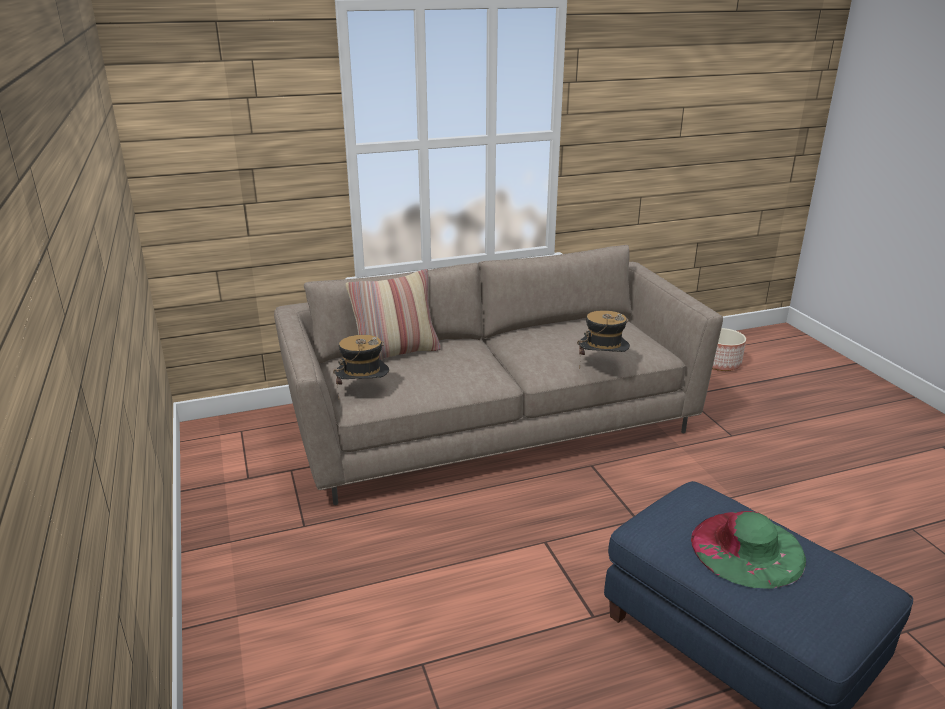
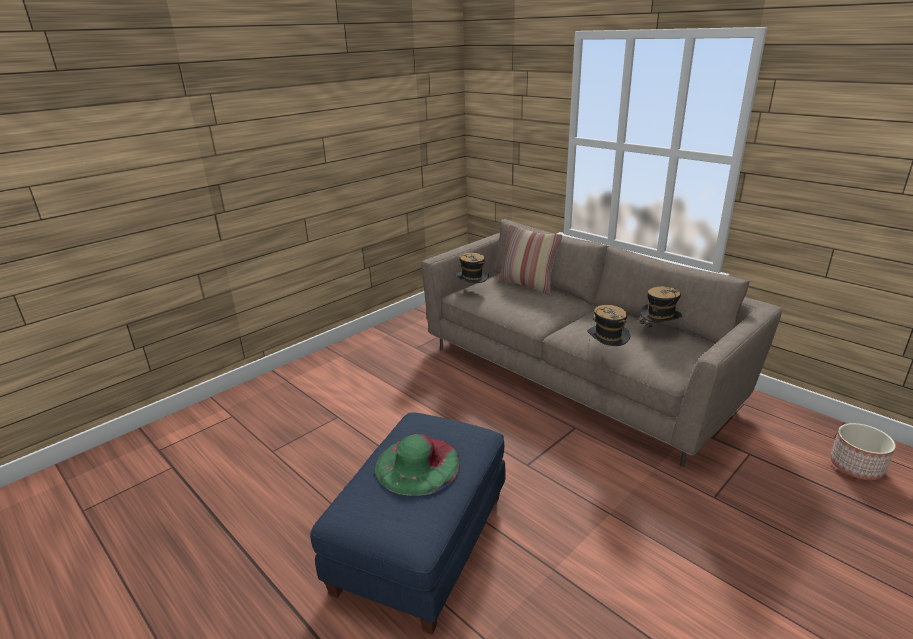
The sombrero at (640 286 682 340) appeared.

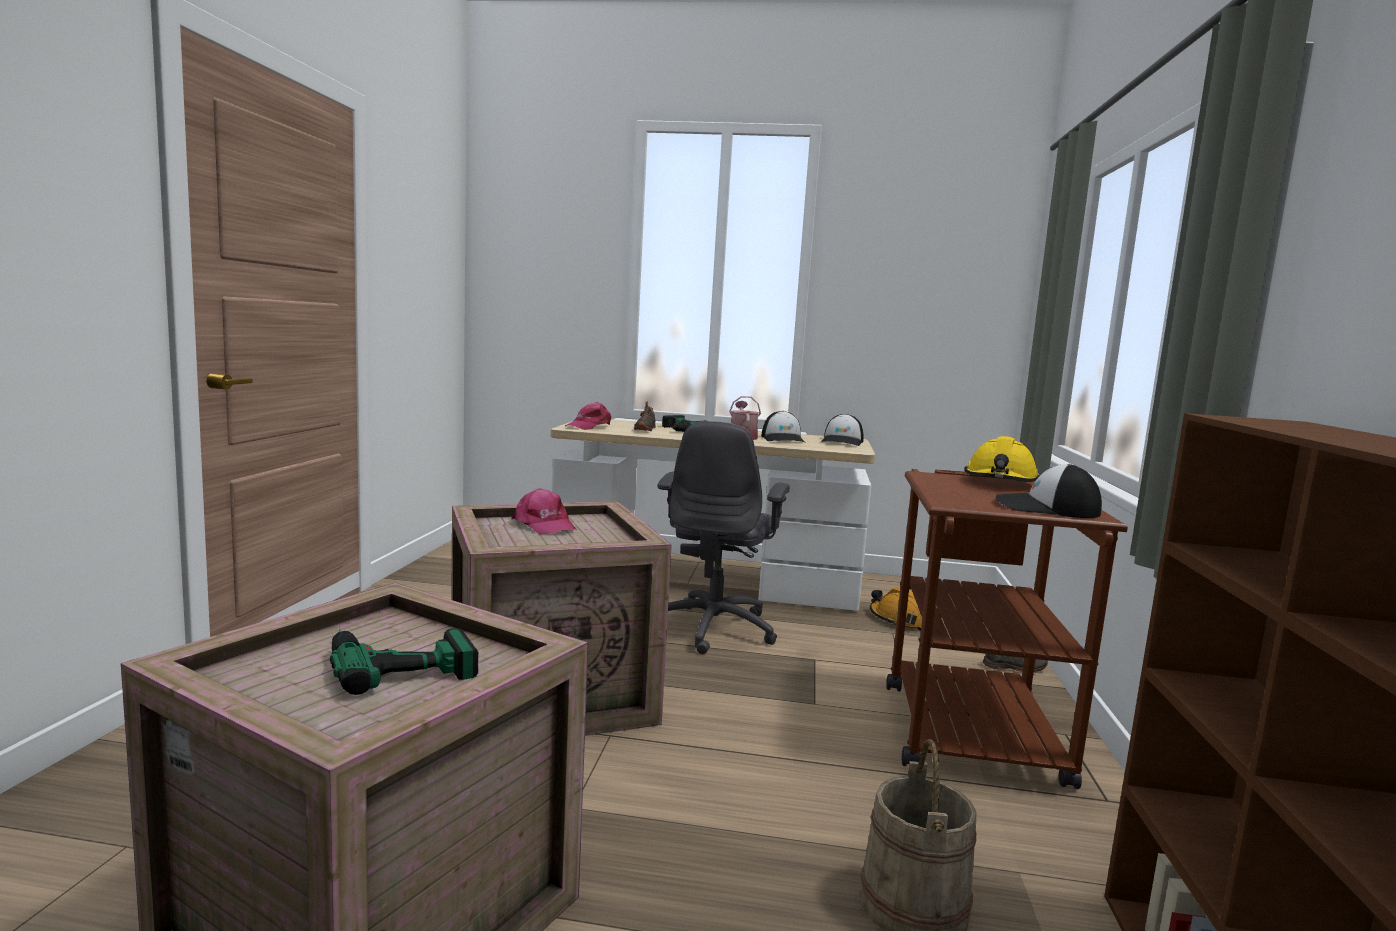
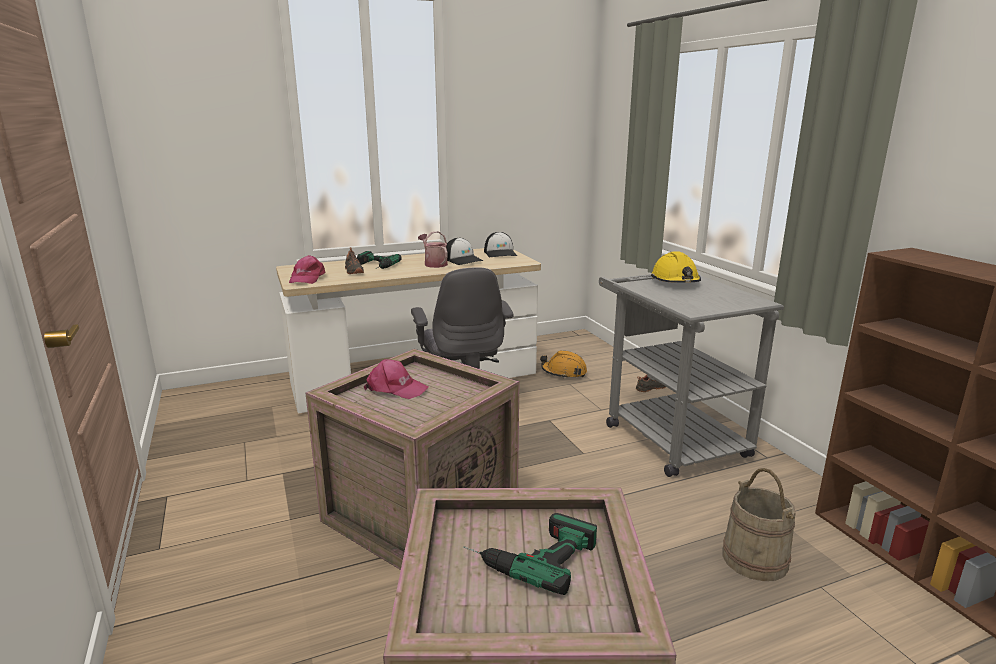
The gorra at (995 464 1102 518) disappeared.
The carrito/marrón at (886 469 1128 789) became the carrito/gris at (599 274 784 477).

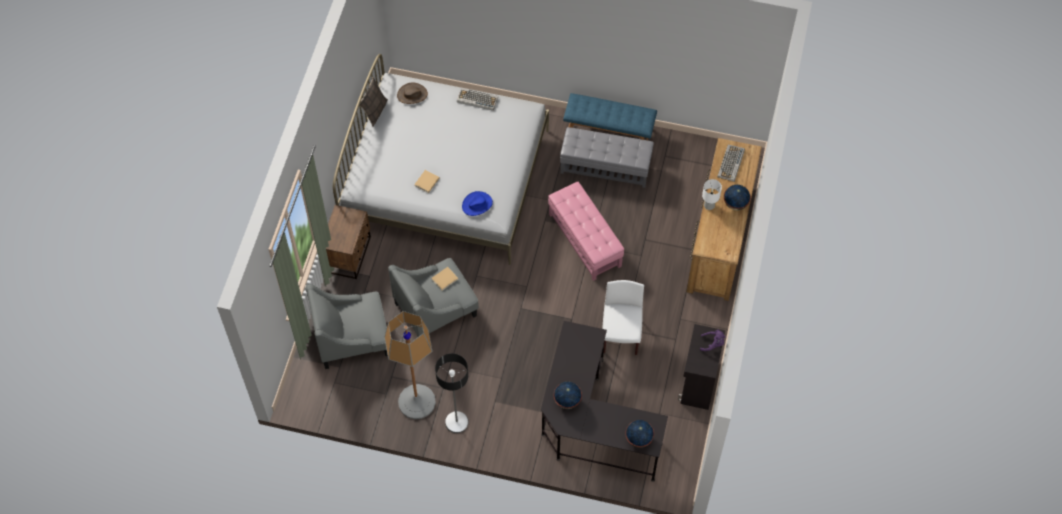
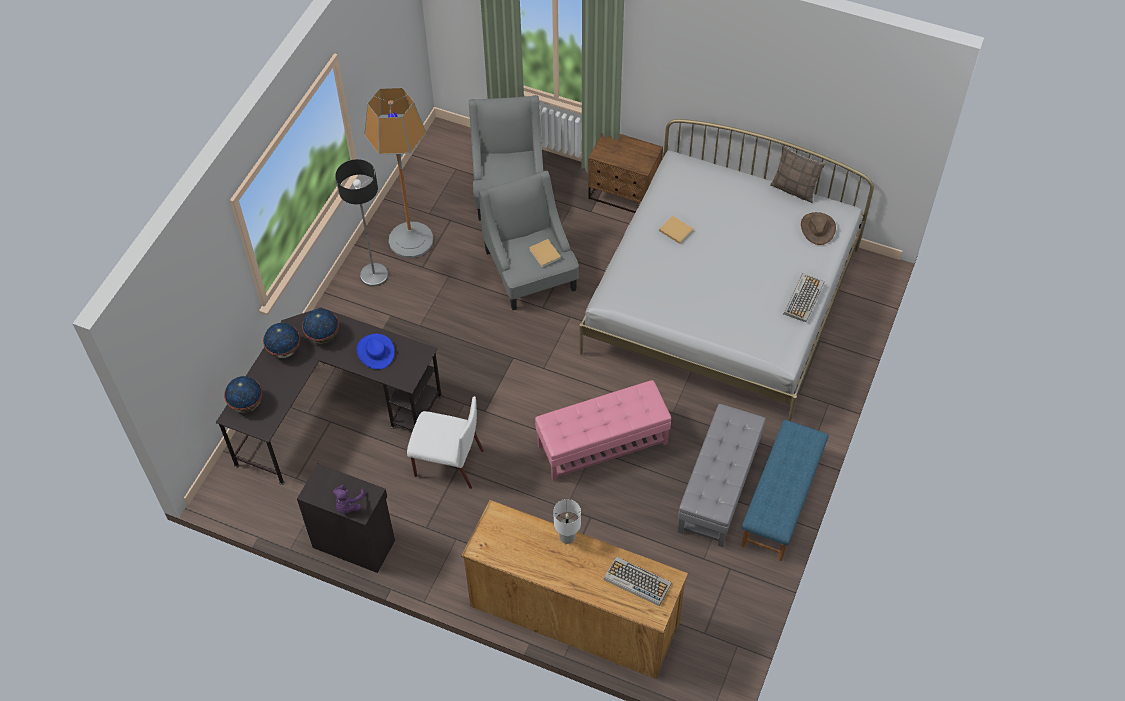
The sombrero/azul moved from (462 191 493 216) to (357 334 395 369).
The globo terráqueo moved from (724 185 751 210) to (263 323 300 358).

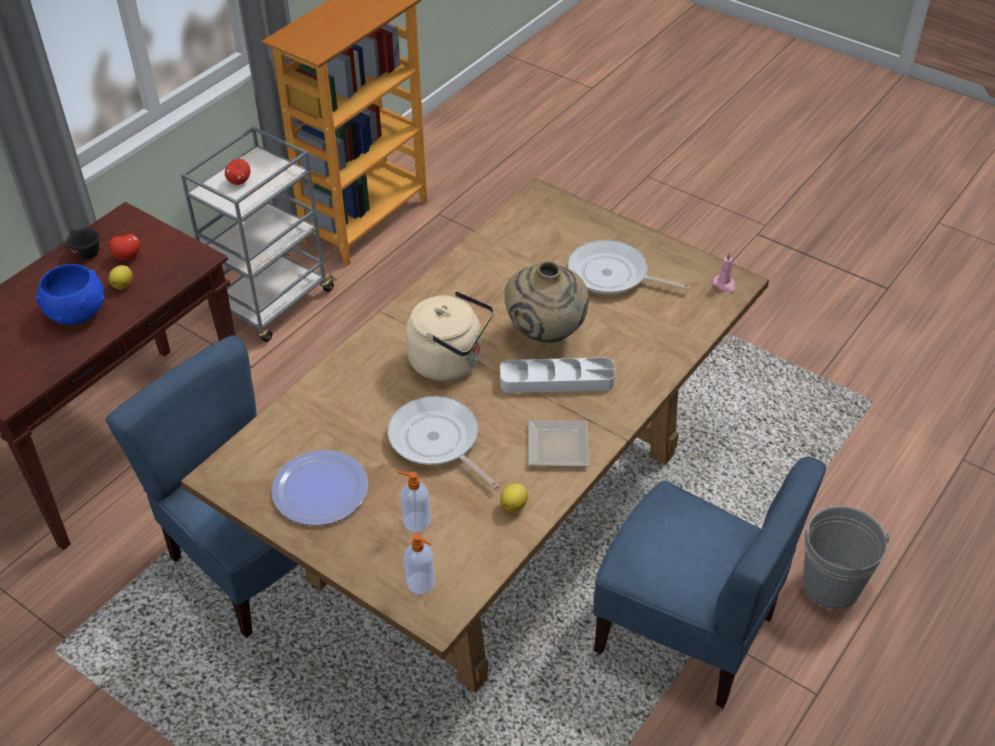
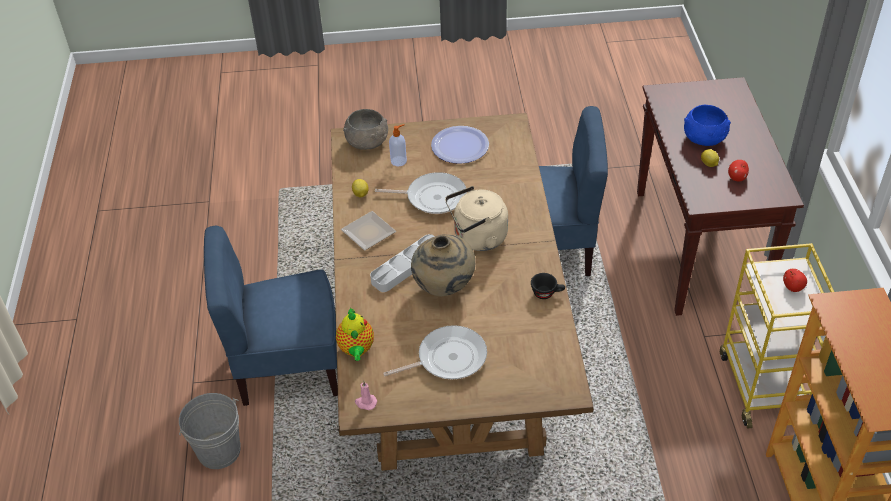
The tetera at (336 307 374 361) appeared.
The taza/negro moved from (67 228 100 259) to (531 273 565 299).
The dispensador de jabón at (404 533 435 594) was replaced by the cuenco/gris at (343 109 388 150).
The carrito/gris at (181 126 337 342) became the carrito/amarillo at (720 243 834 429).

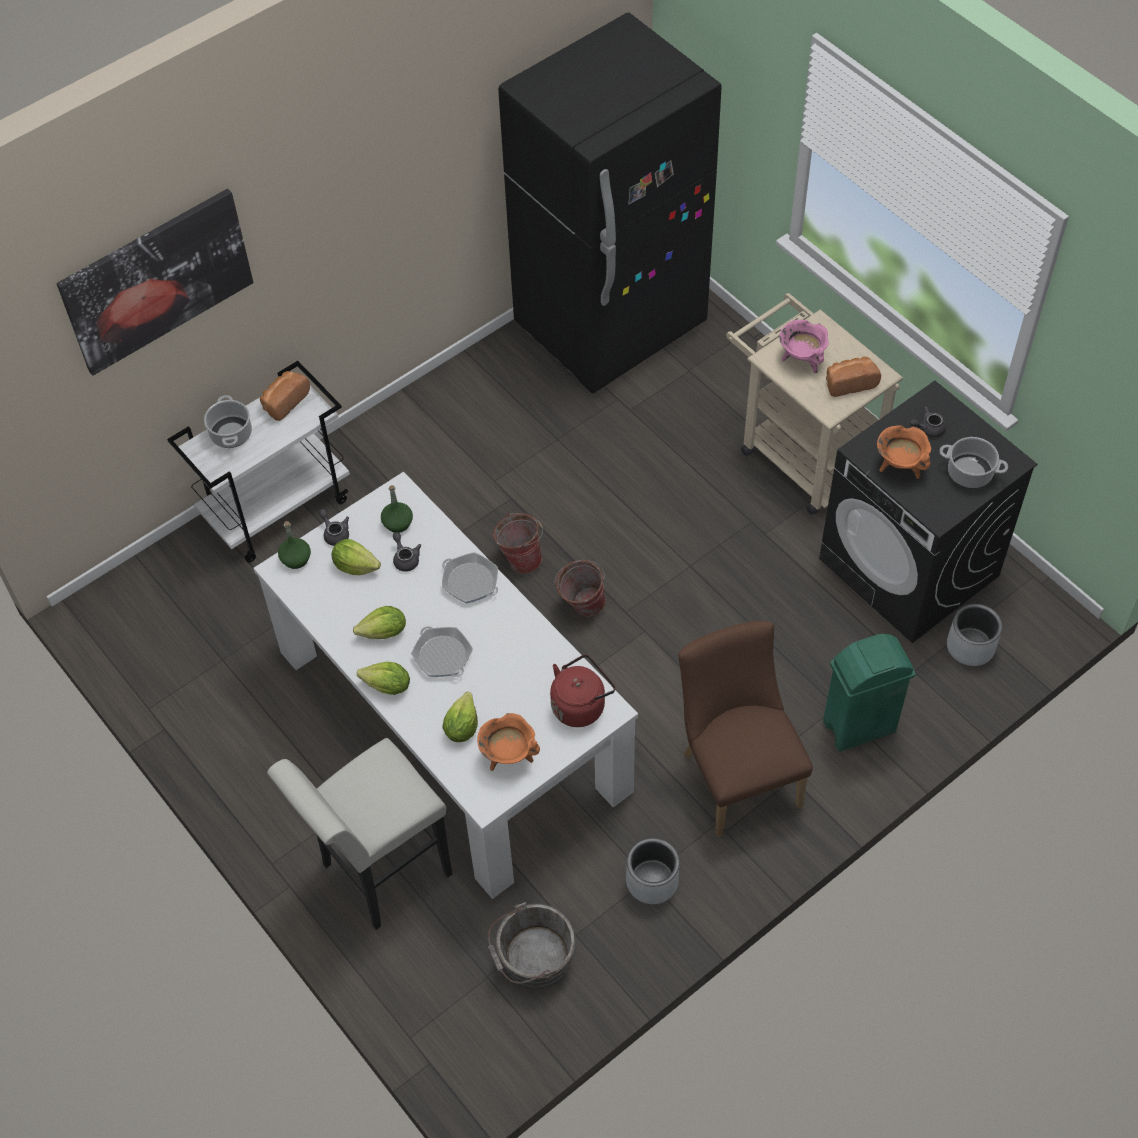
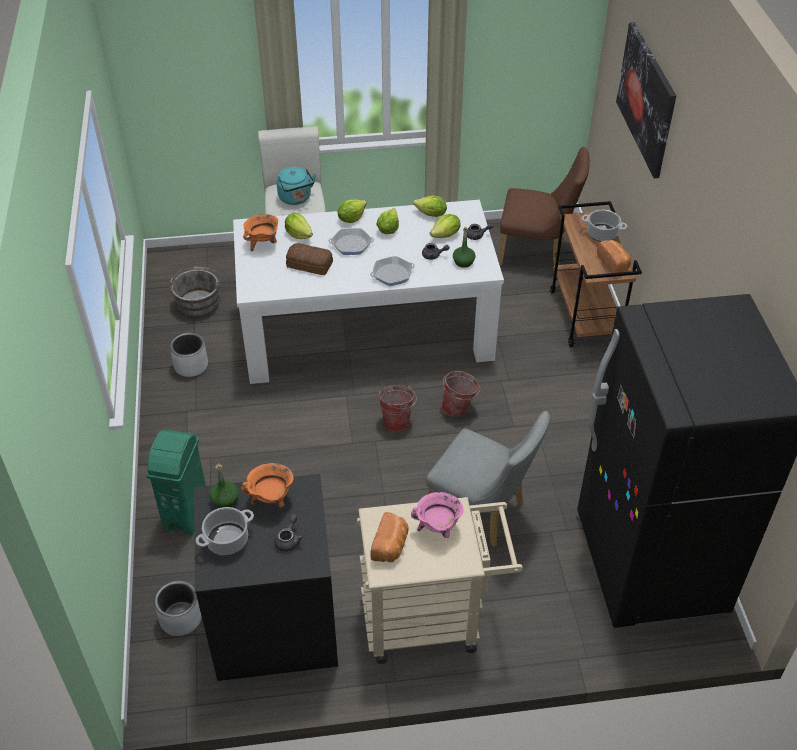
The hervidor/rojo at (550 654 615 727) disappeared.
The hervidor/turquesa at (277 167 316 205) appeared.
The pan at (286 243 333 275) appeared.
The lechuga at (413 195 447 217) appeared.
The silla/gris at (426 411 550 547) appeared.
The botella/verde moved from (278 521 311 569) to (209 464 239 508).
The silla/marrón moved from (679 621 813 837) to (499 147 590 266).
The carrito/blanco at (167 361 350 563) became the carrito/marrón at (550 201 642 347).

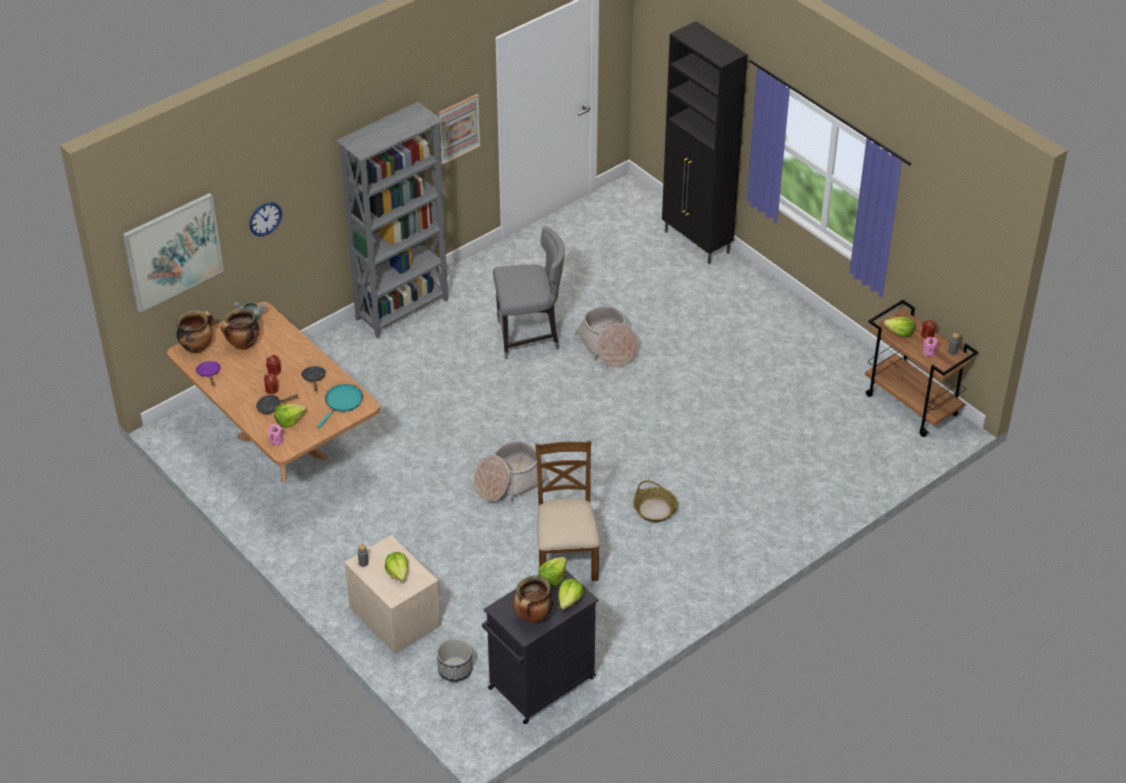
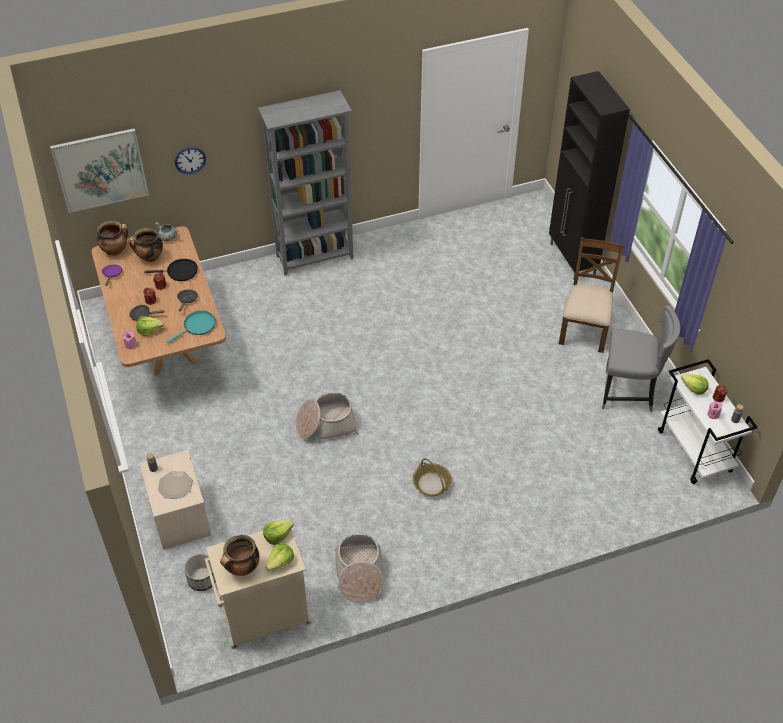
The cuadro at (438 94 481 165) disappeared.
The sartén/negro at (144 259 198 281) appeared.
The silla/gris moved from (493 226 565 359) to (602 305 680 412).
The silla/marrón moved from (535 441 600 581) to (559 237 624 353).
The cesta moved from (575 306 638 367) to (335 534 384 603).
The lechuga at (385 552 408 581) was replaced by the plato at (158 471 193 499).
The armario/negro at (482 570 599 724) became the armario/beis at (205 529 311 649).
The carrito/marrón at (865 300 978 437) became the carrito/blanco at (658 359 758 484).

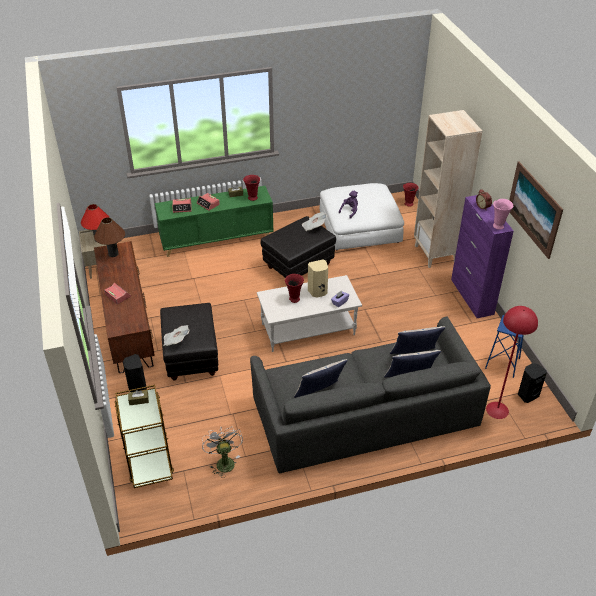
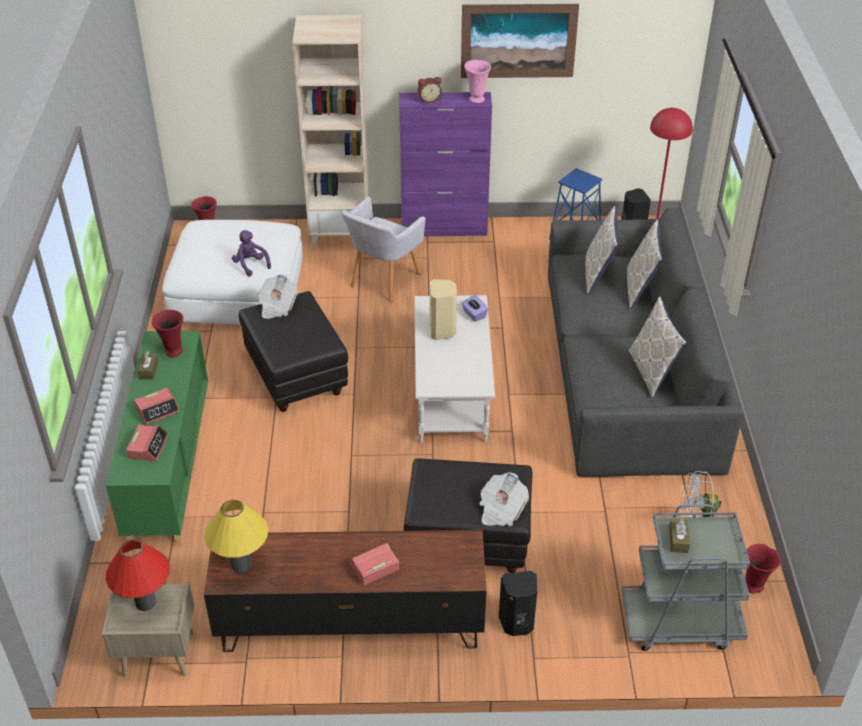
The sillón/gris at (341 197 426 302) appeared.
The florero/rojo moved from (285 274 304 303) to (745 544 781 594).
The lámpara de mesa/marrón at (94 217 125 257) became the lámpara de mesa/amarillo at (205 500 268 572).
The carrito/marrón at (115 385 174 488) became the carrito/gris at (622 504 750 651).

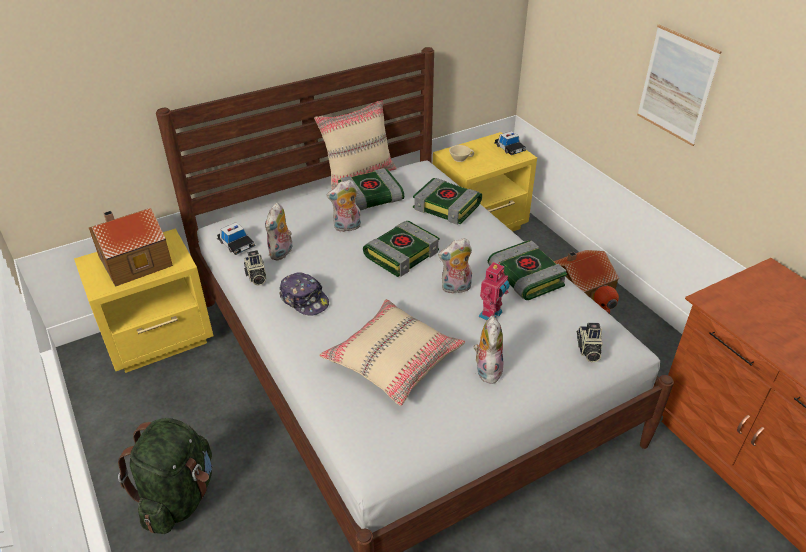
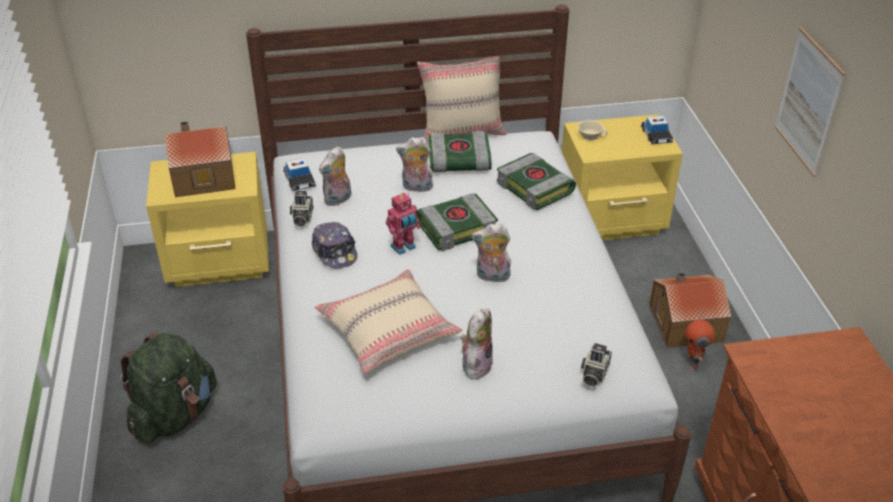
The libro at (488 240 567 300) disappeared.
The robot de juguete moved from (478 262 510 320) to (386 193 420 255).

